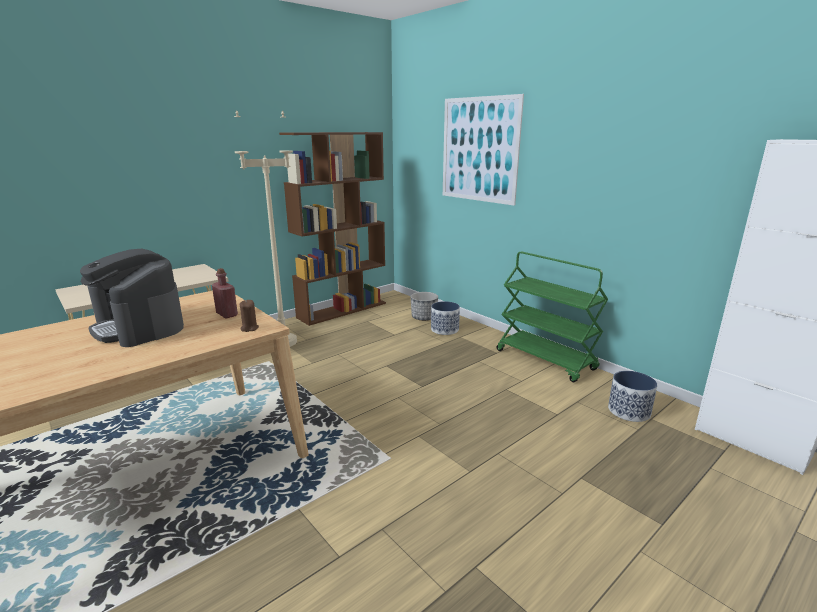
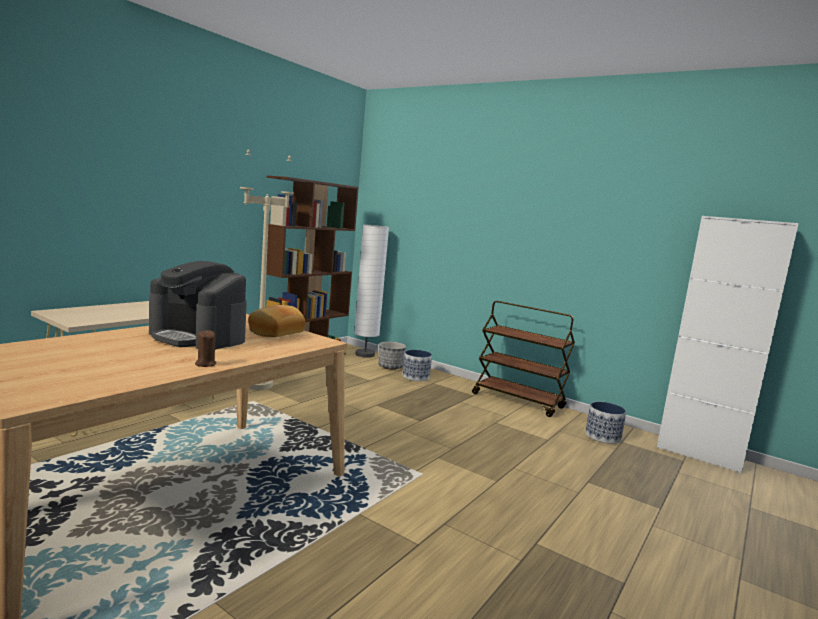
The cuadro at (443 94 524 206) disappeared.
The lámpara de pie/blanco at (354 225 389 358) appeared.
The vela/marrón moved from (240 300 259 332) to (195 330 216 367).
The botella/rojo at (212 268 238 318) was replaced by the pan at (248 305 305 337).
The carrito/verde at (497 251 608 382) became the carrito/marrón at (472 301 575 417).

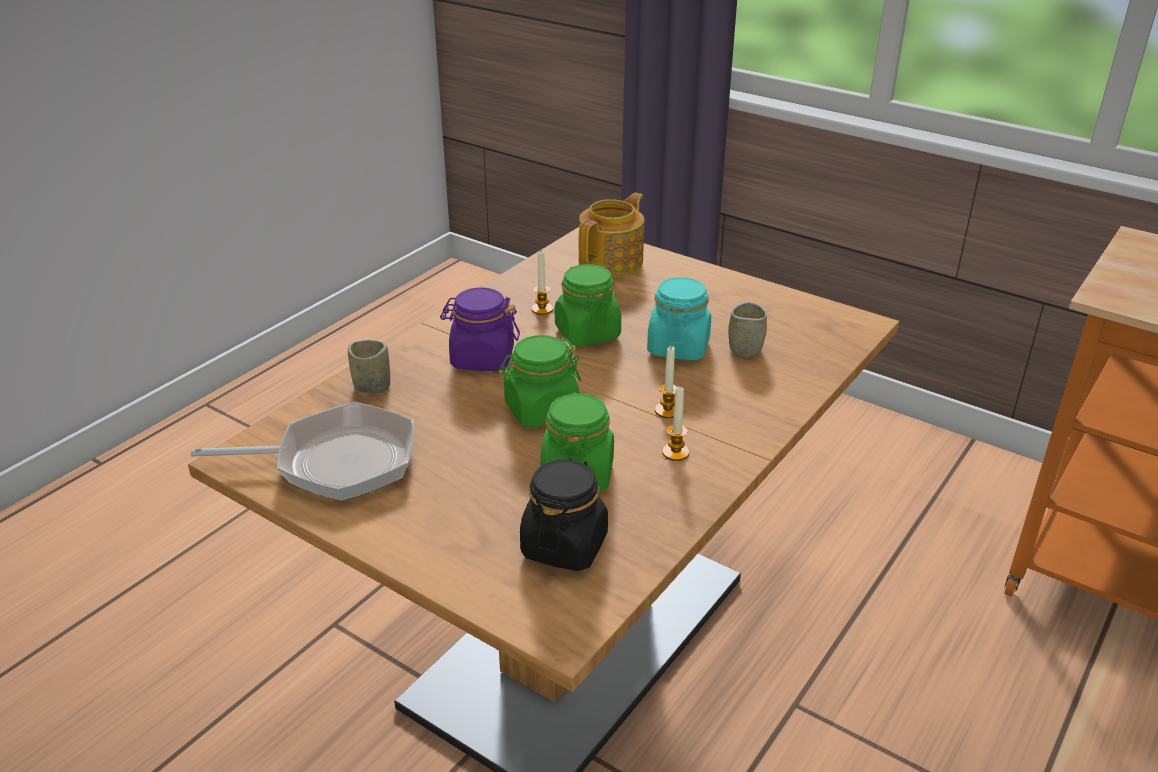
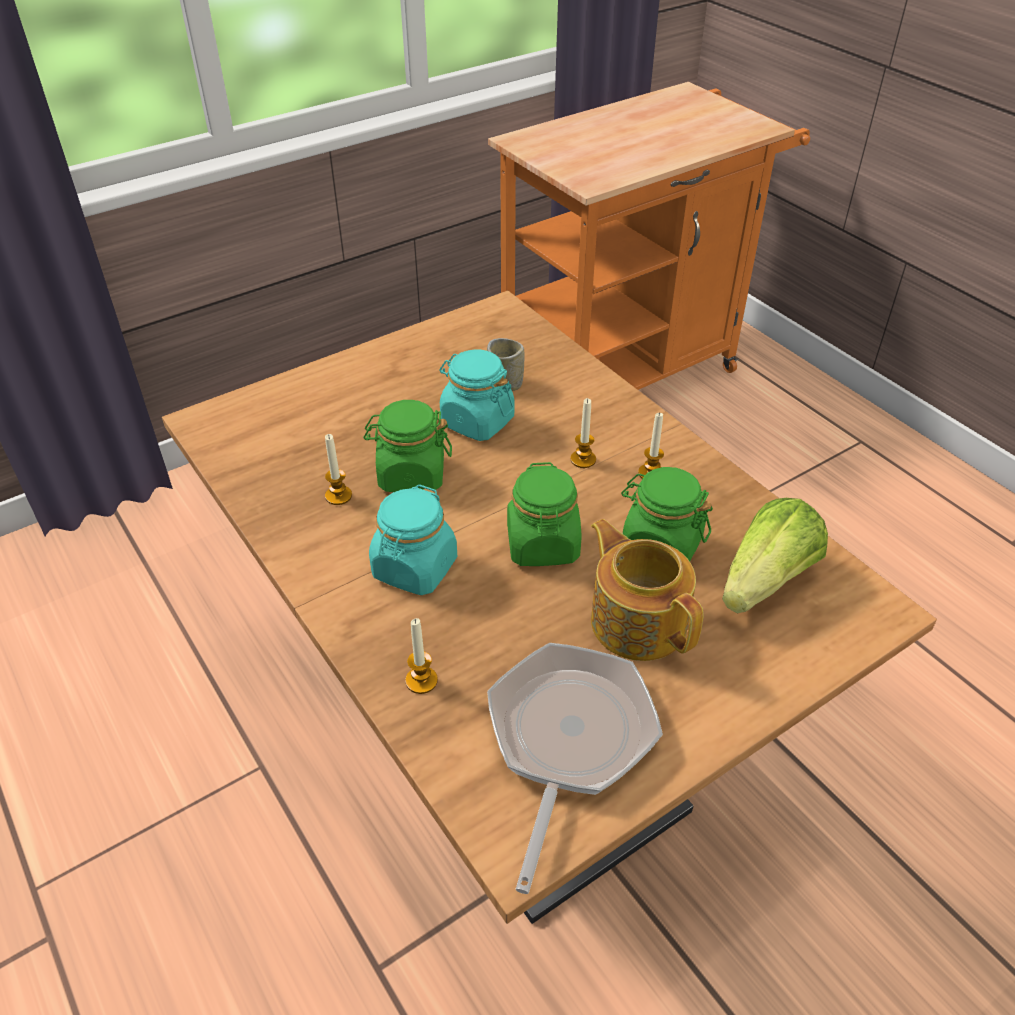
The tetera moved from (579 193 644 277) to (591 519 704 661).
The taza at (348 340 390 393) was replaced by the vela at (405 618 438 694).
The tarro/negro at (520 458 608 571) was replaced by the lechuga at (722 498 828 614).
The tarro/morado at (440 287 520 371) became the tarro/turquesa at (369 484 457 595).

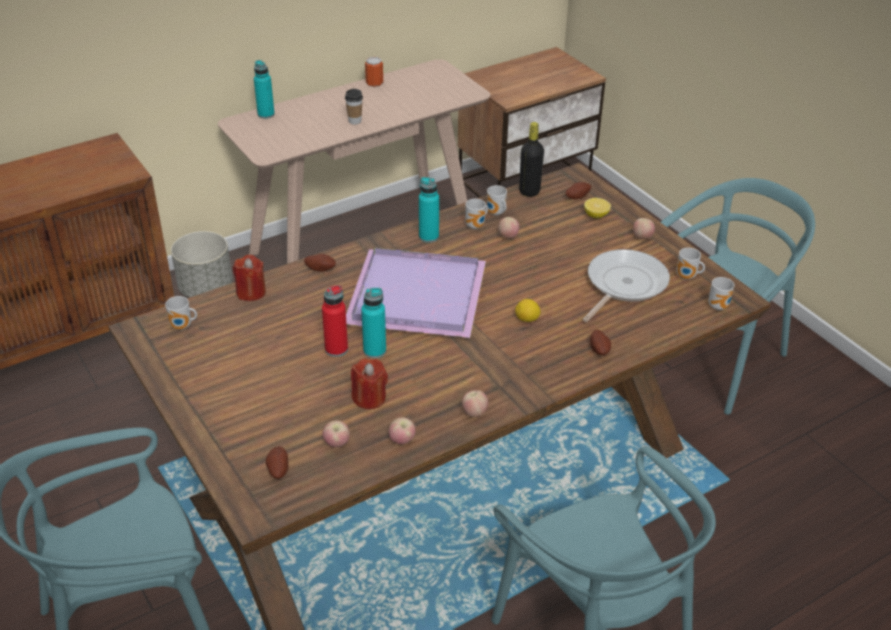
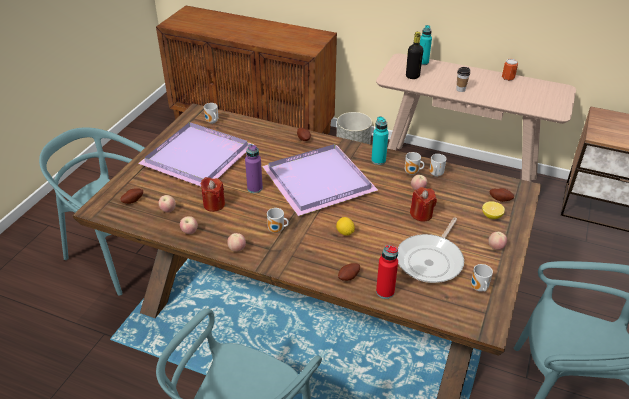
The bandeja/morado at (138 122 255 186) appeared.
The vela/rojo moved from (233 254 266 301) to (410 187 437 221).
The botella/rojo moved from (322 285 348 357) to (376 245 398 299).
The botella/negro moved from (519 122 544 197) to (406 32 423 79).
The taza grande moved from (708 277 734 310) to (267 208 289 233).
The botella/turquesa at (361 288 386 358) became the botella/morado at (245 144 263 193).
The sartén at (583 249 670 322) turned 120 degrees clockwise.

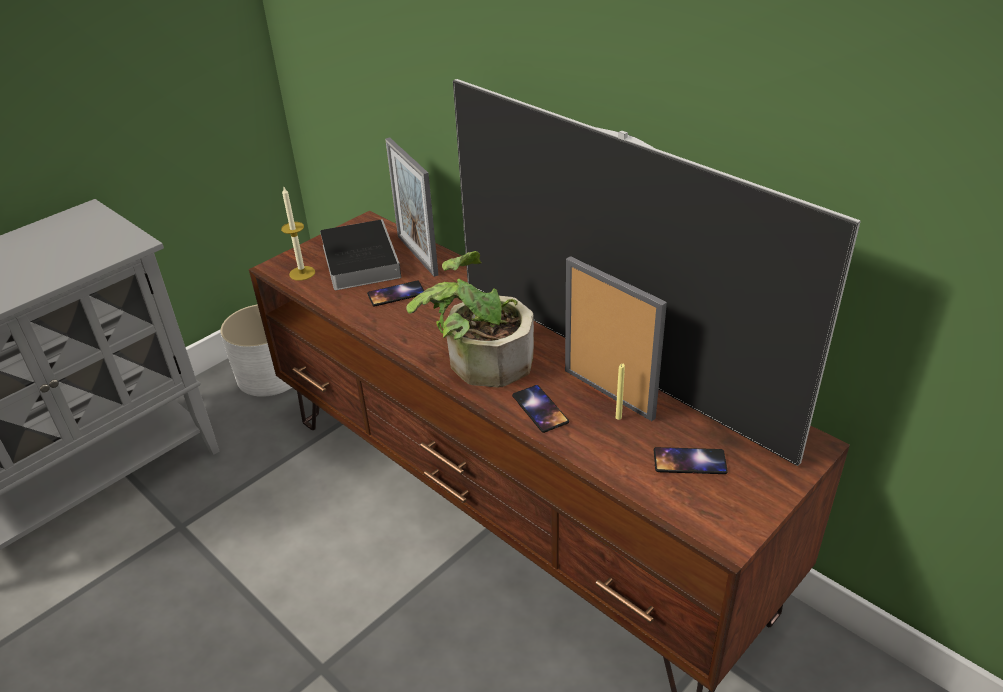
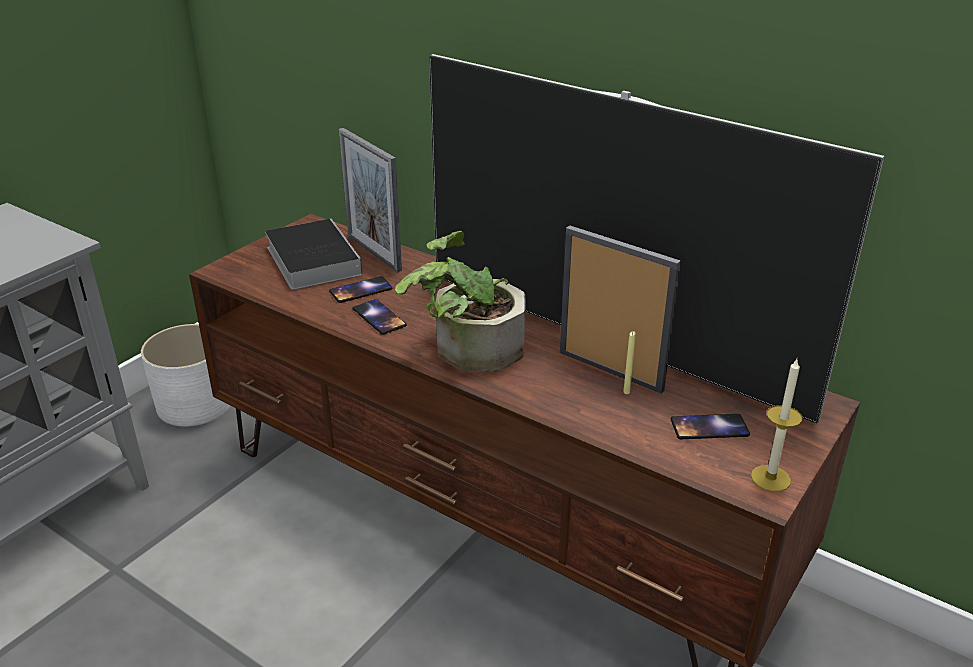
The vela moved from (281 187 315 281) to (751 359 803 492).
The móvil moved from (512 385 569 433) to (353 299 407 335).

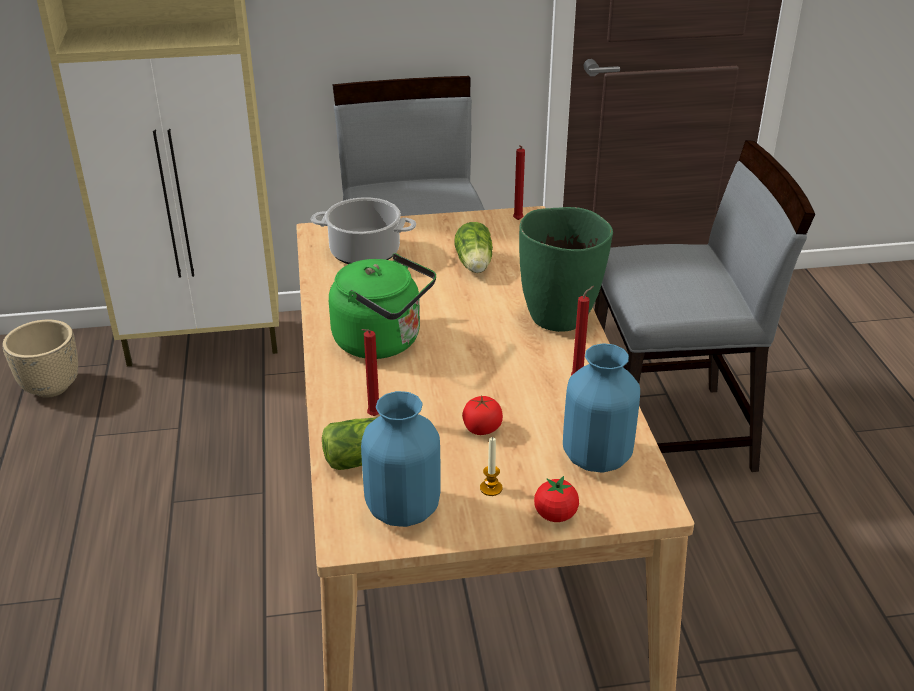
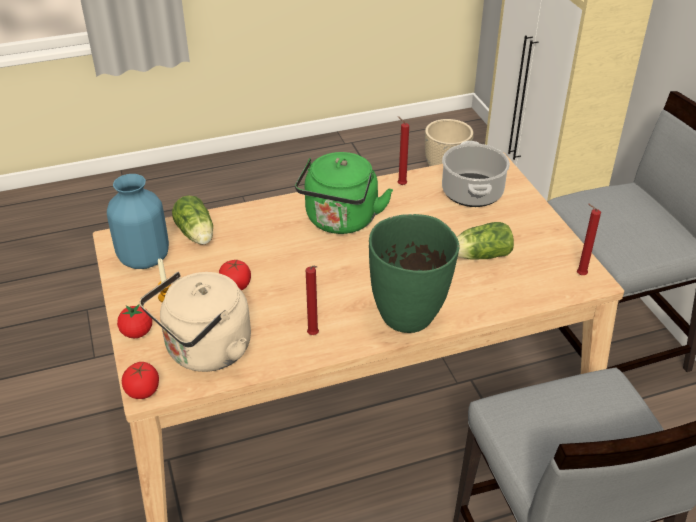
The tomate at (122 362 159 399) appeared.
The vela/rojo moved from (361 329 379 416) to (397 116 409 185).
The florero/azul at (563 343 640 472) was replaced by the hervidor/beis at (140 272 251 372).

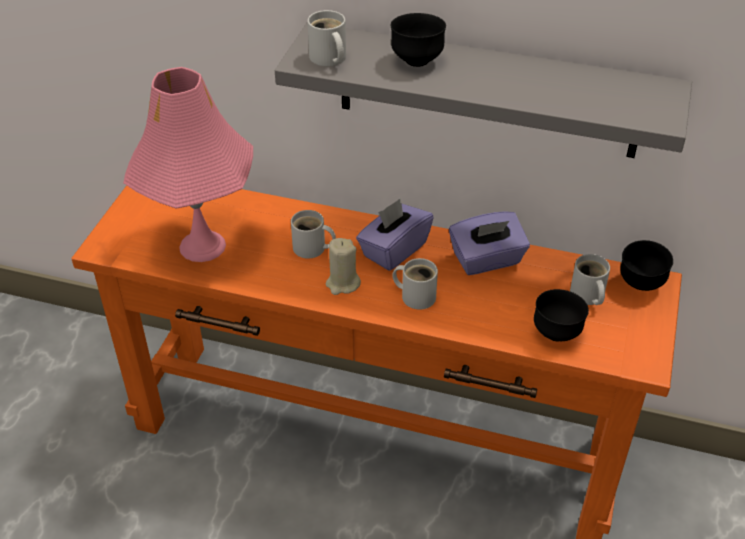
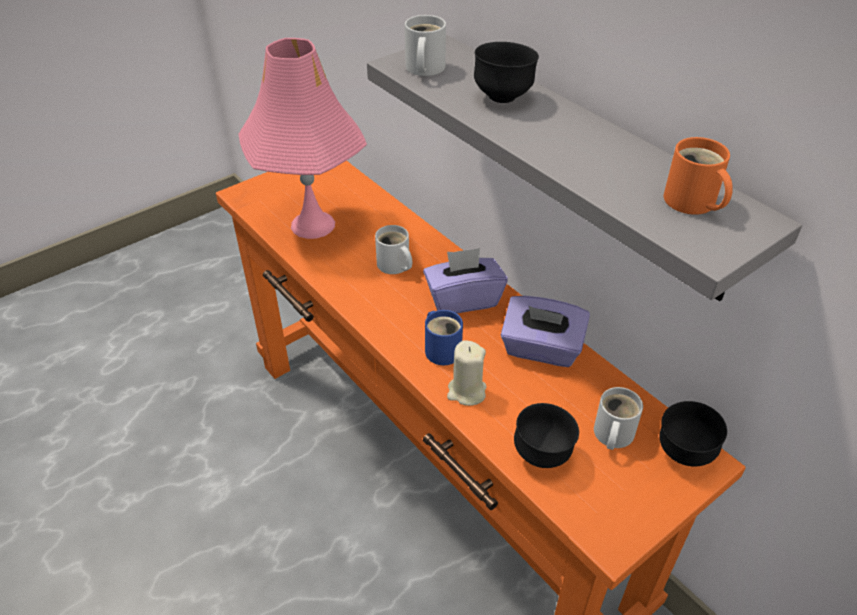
The taza grande/naranja at (664 137 733 215) appeared.
The vela/beis moved from (326 238 361 295) to (447 340 487 406).
The taza grande/blanco at (392 258 438 310) became the taza grande/azul at (425 310 463 365).

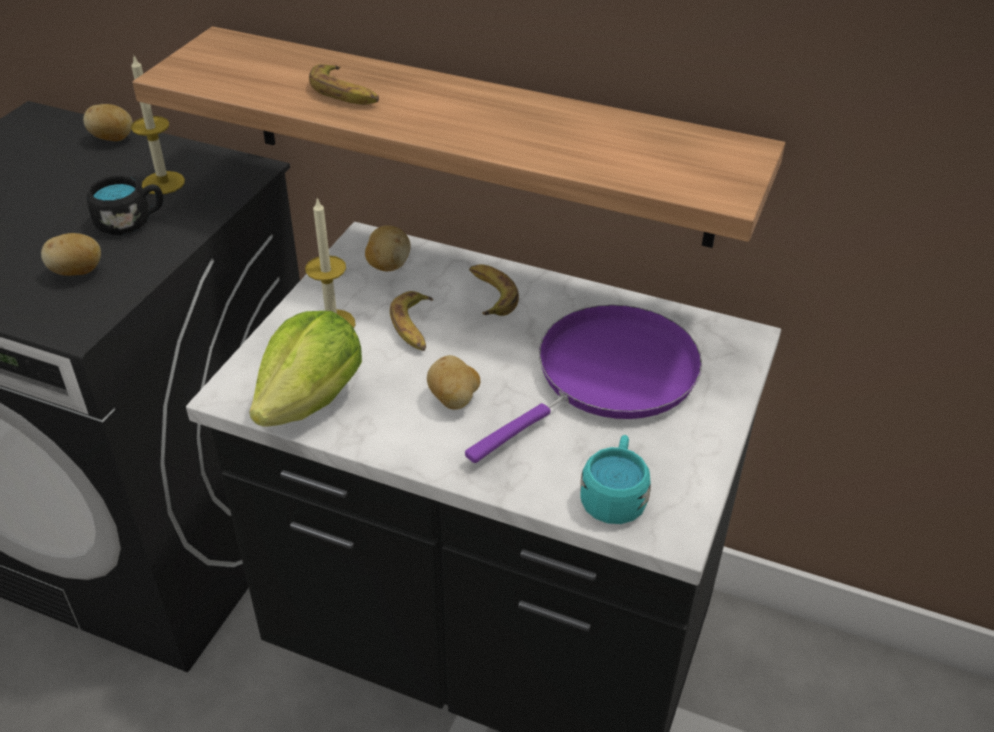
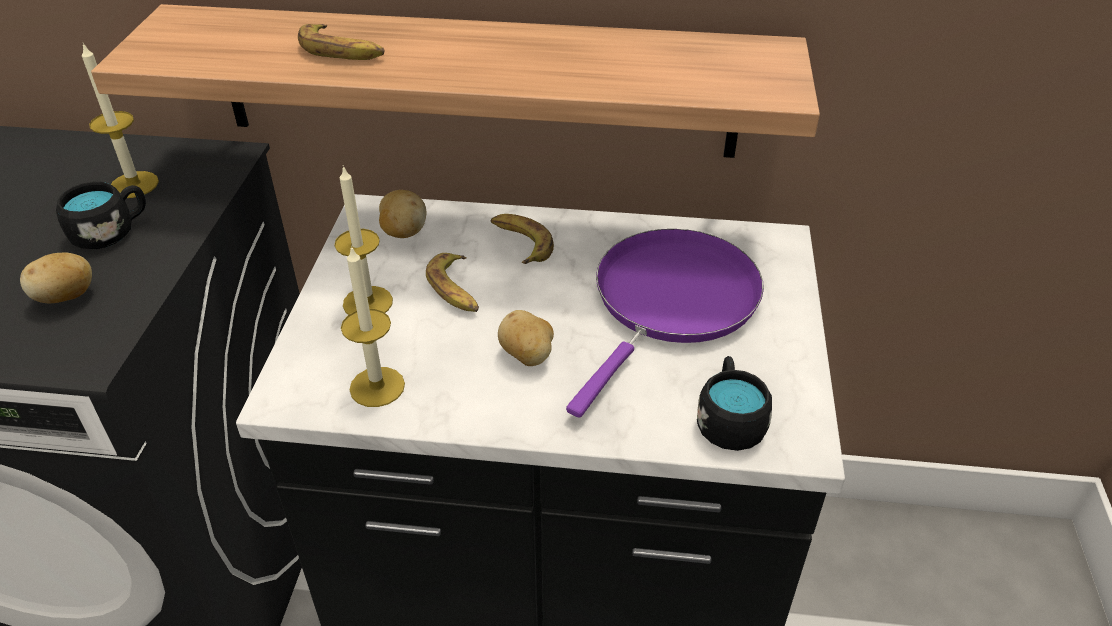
The patata at (83 104 132 141) disappeared.
The lechuga at (249 311 362 426) was replaced by the vela at (341 245 405 407).
The taza grande/turquesa at (580 435 651 524) became the taza grande/negro at (697 356 772 451).

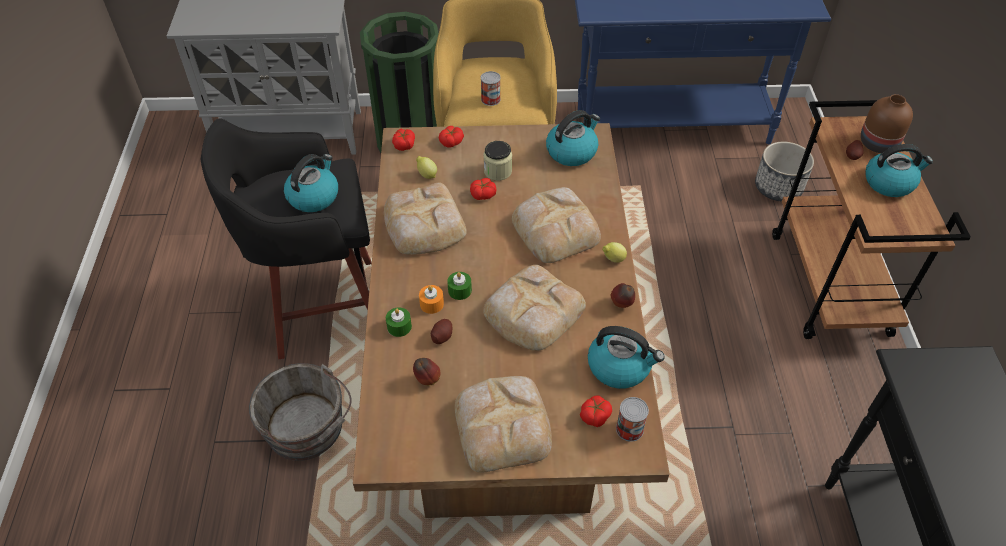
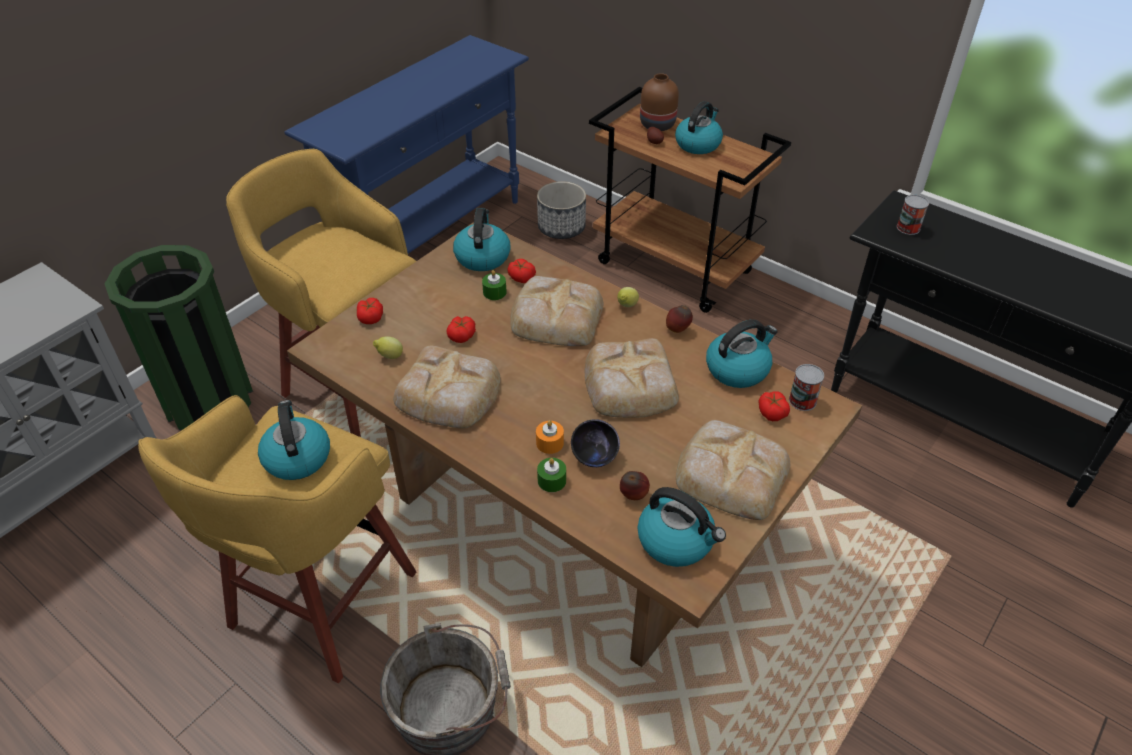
The tarro at (484 141 512 181) disappeared.
The hervidor at (637 487 726 567) appeared.
The tomate moved from (392 128 415 151) to (507 259 536 283).
The vela/verde moved from (447 272 472 300) to (482 270 507 300).
The lata moved from (481 71 501 106) to (897 195 929 235).
The patata at (431 319 452 344) was replaced by the cuenco/negro at (571 419 620 467).
The taburete/negro at (200 118 372 359) became the taburete/amarillo at (138 395 416 683).

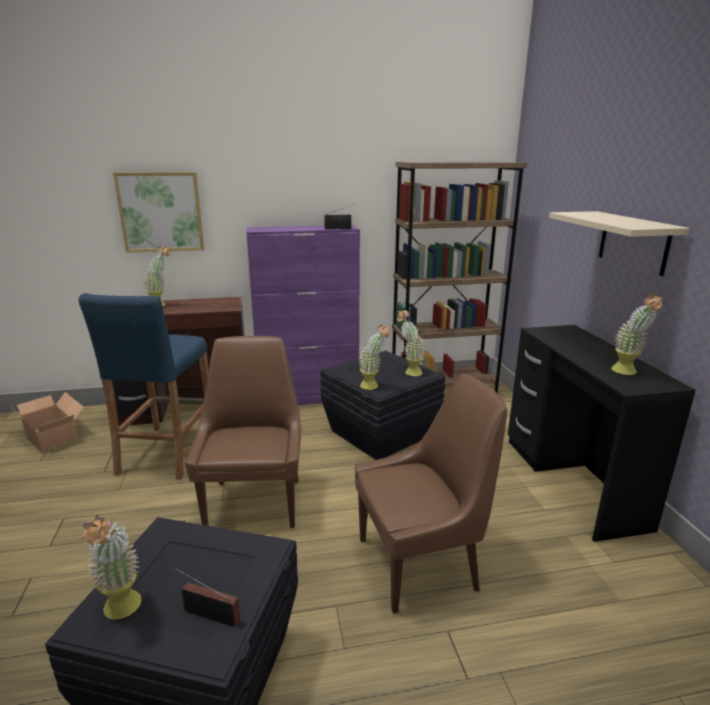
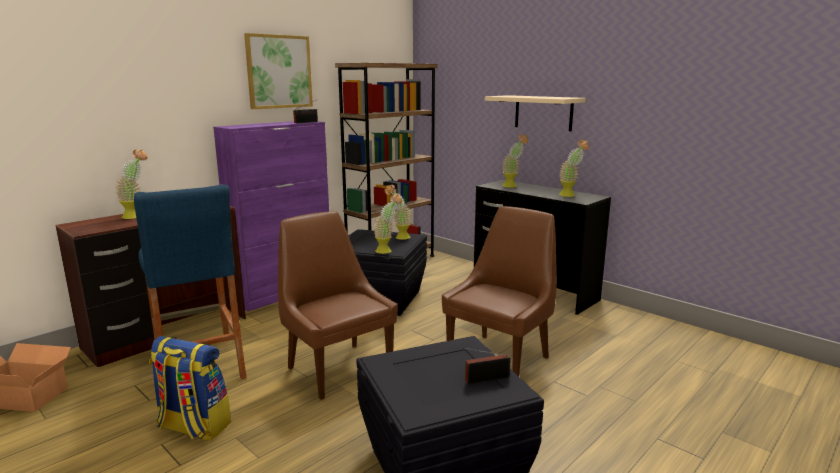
The mochila at (149 336 231 441) appeared.
The planta en maceta moved from (82 515 142 620) to (502 134 528 188).
The cuadro moved from (113 172 204 253) to (244 33 313 109).

